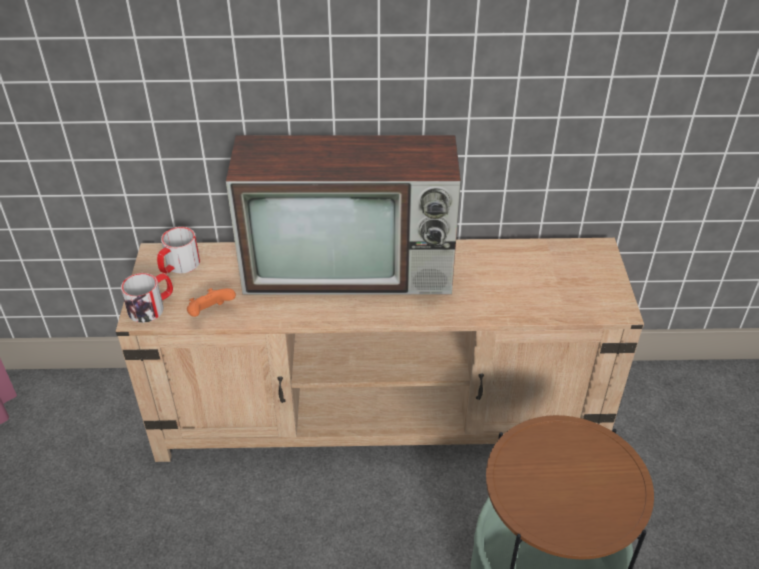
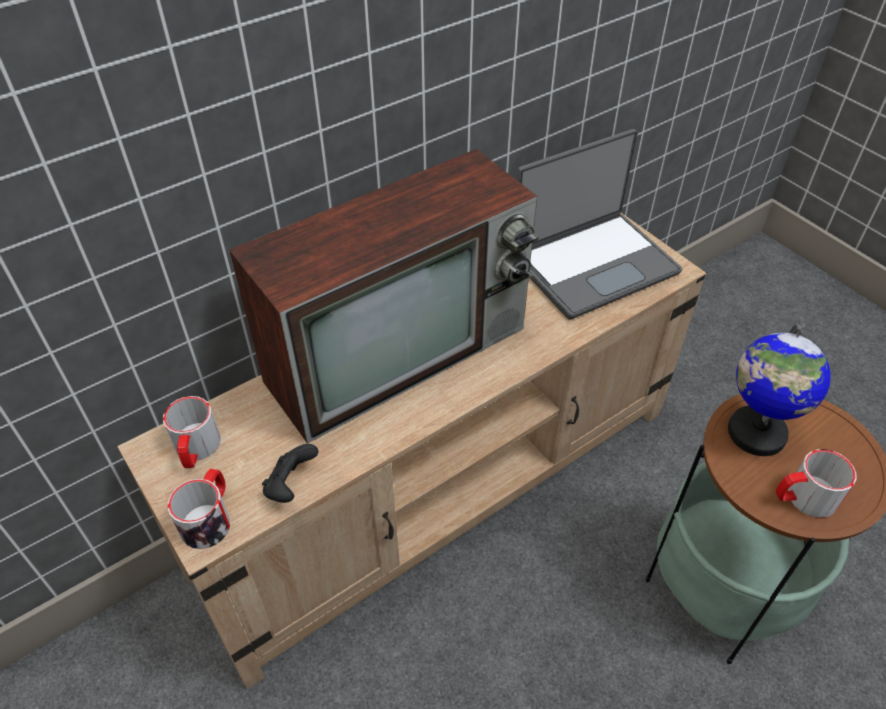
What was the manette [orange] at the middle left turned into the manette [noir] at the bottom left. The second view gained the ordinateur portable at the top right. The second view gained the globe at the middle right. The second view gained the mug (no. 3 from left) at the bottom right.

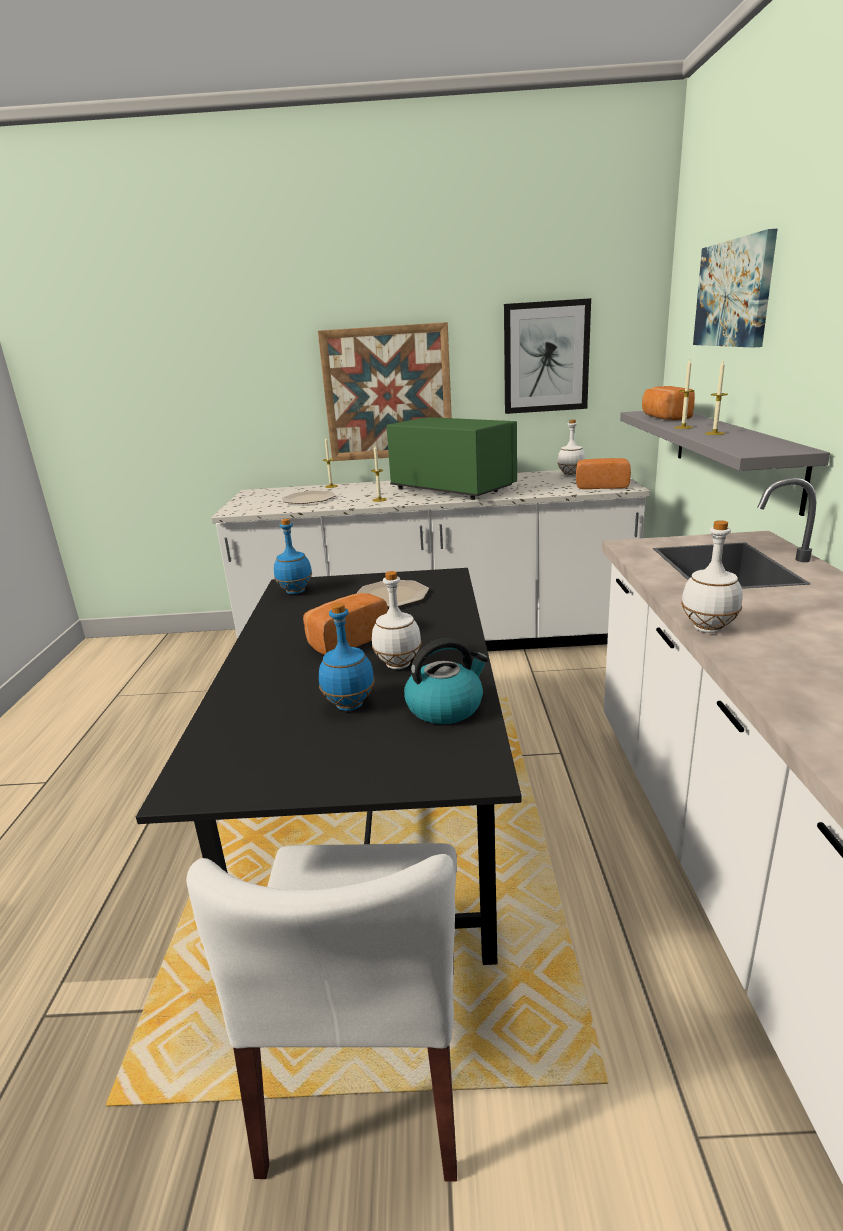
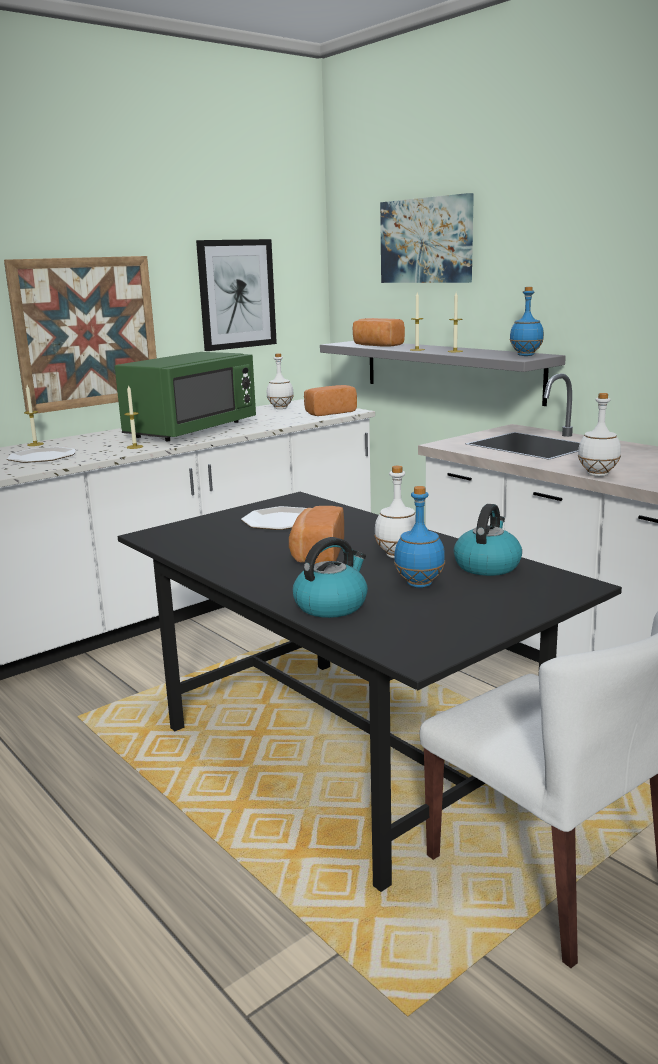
The micro-ondes [vert] at the centre ended up facing another way, 120 degrees clockwise from before. The second view gained the bouilloire (no. 1 from left) at the centre. The bouteille [bleu] (no. 1 from left in the first image) ended up elsewhere, having gone from the centre to the top right.

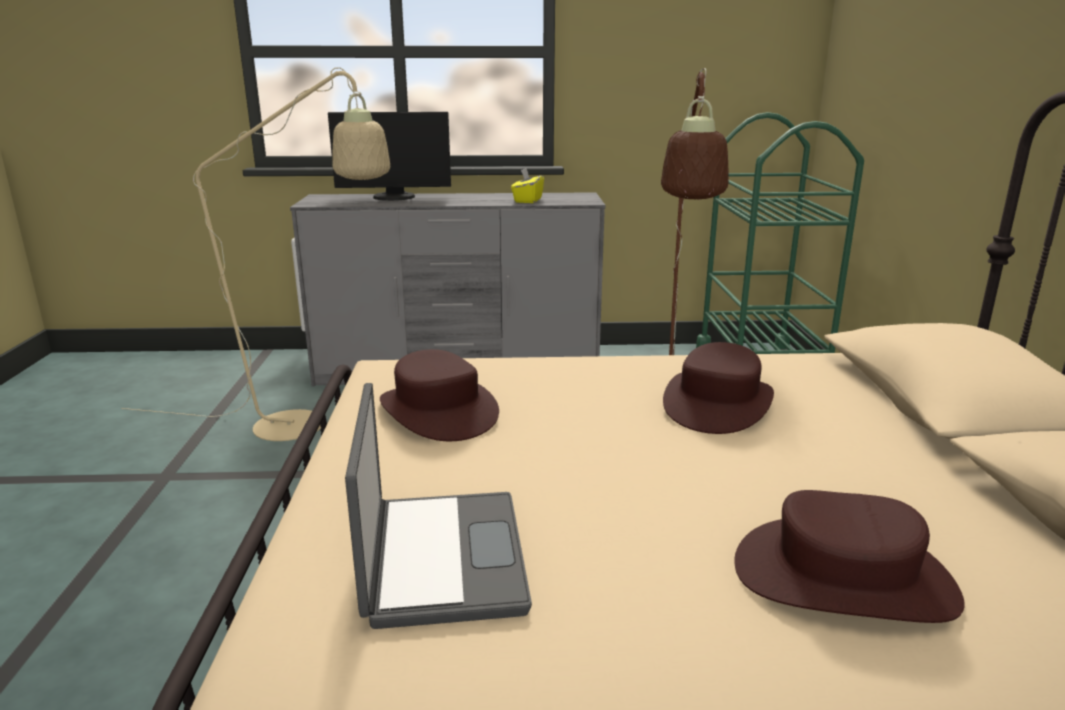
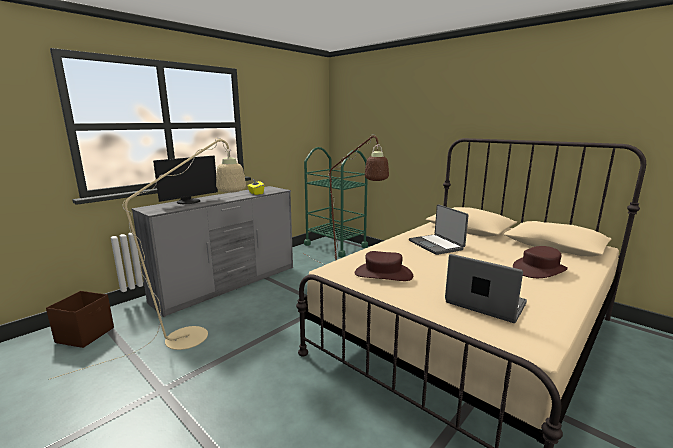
The second view gained the boîte de rangement [marron] at the bottom left. Where the chapeau [marron] (no. 2 from left) stood at the middle right, the ordinateur portable (no. 1 from left) came to stand at the centre.

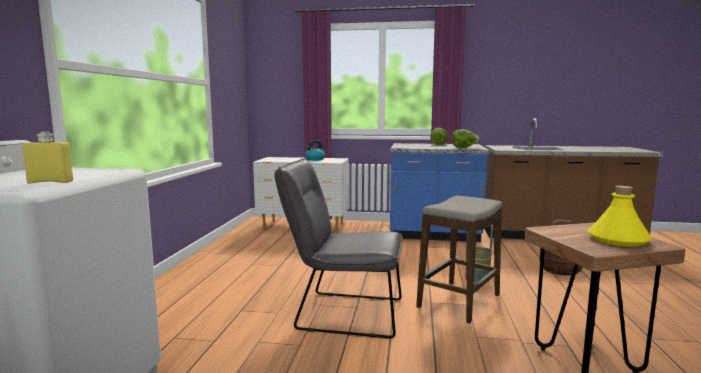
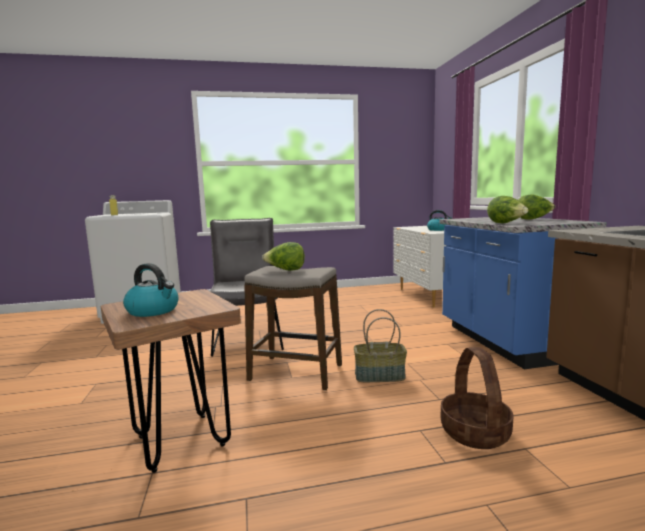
Where the bouteille [jaune] (no. 2 from left) stood at the middle right, the bouilloire (no. 1 from left) came to stand at the middle left. The second view gained the laitue (no. 1 from left) at the centre.

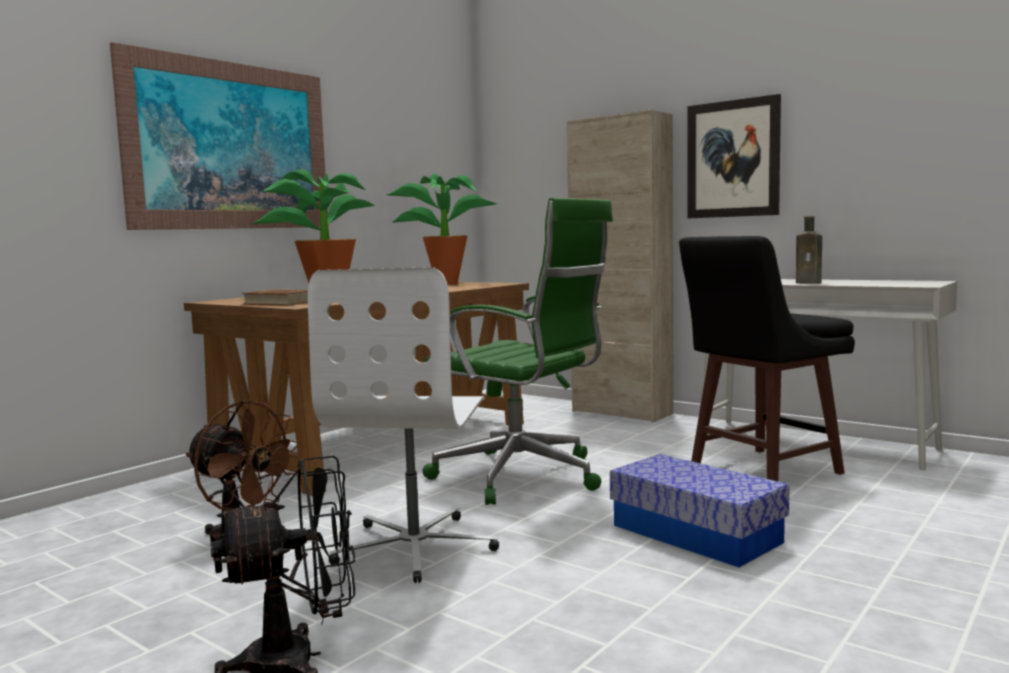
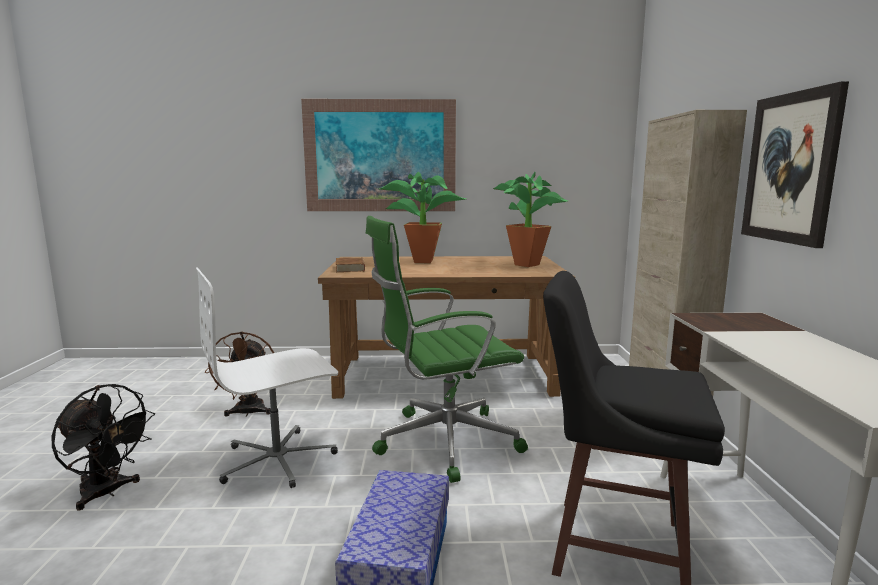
The chaise de bureau [vert] at the centre ended up facing another way, 75 degrees clockwise from before. The second view lost the bouteille [marron] at the middle right.

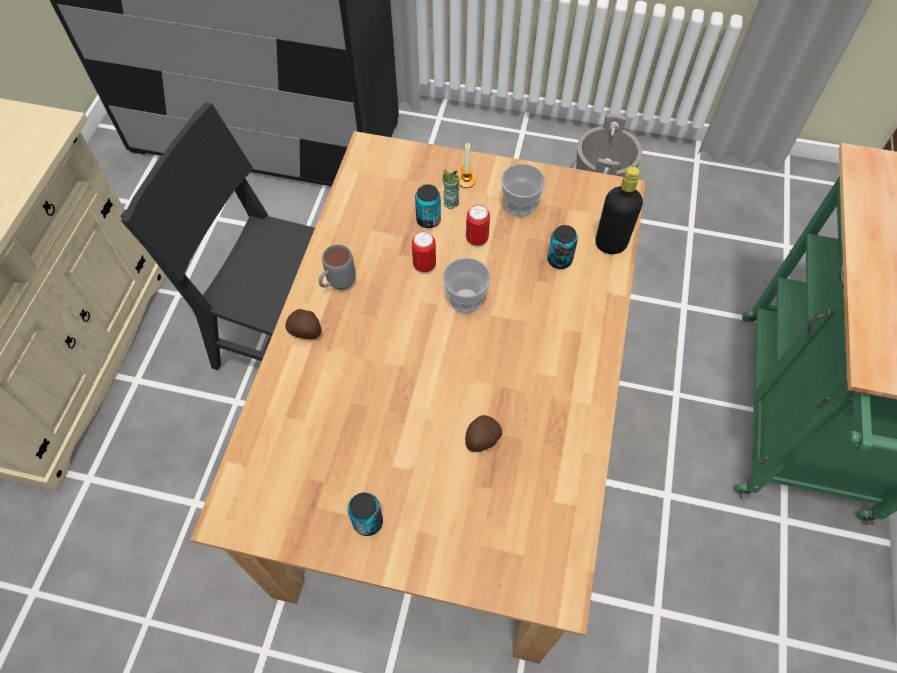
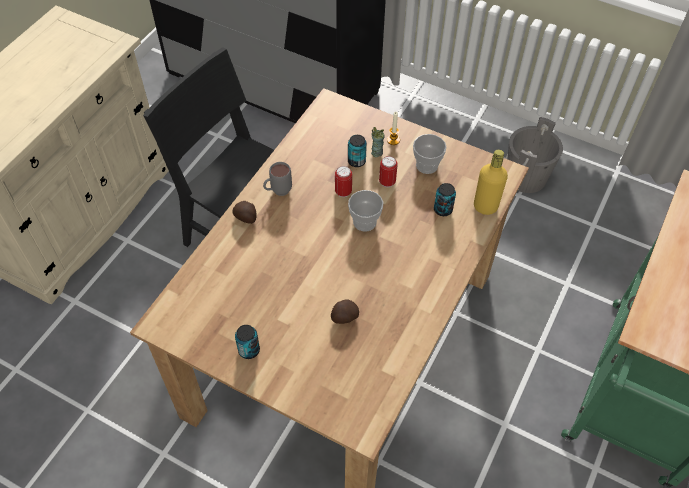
What was the bouteille [noir] at the top right turned into the bouteille [jaune] at the middle right.

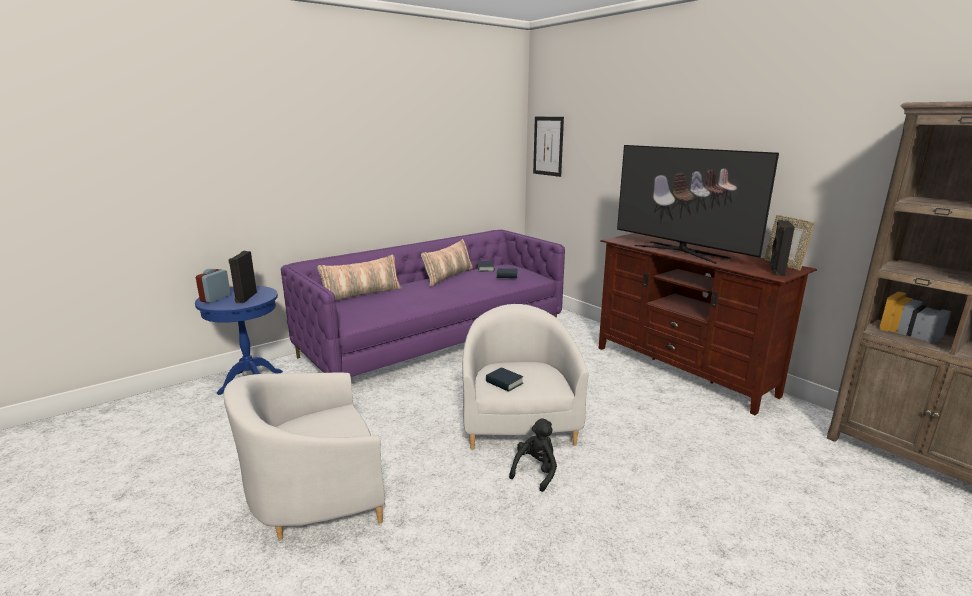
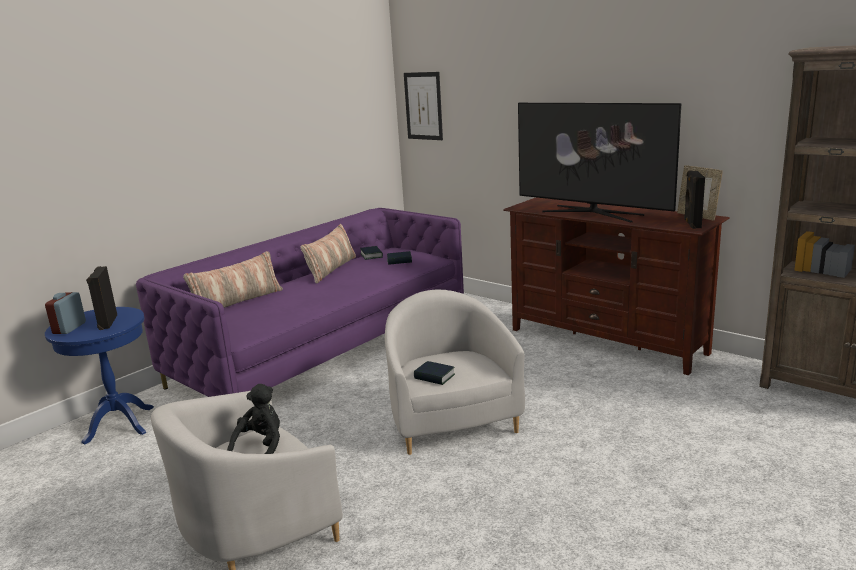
The peluche [noir] ended up elsewhere, having gone from the bottom centre to the bottom left.

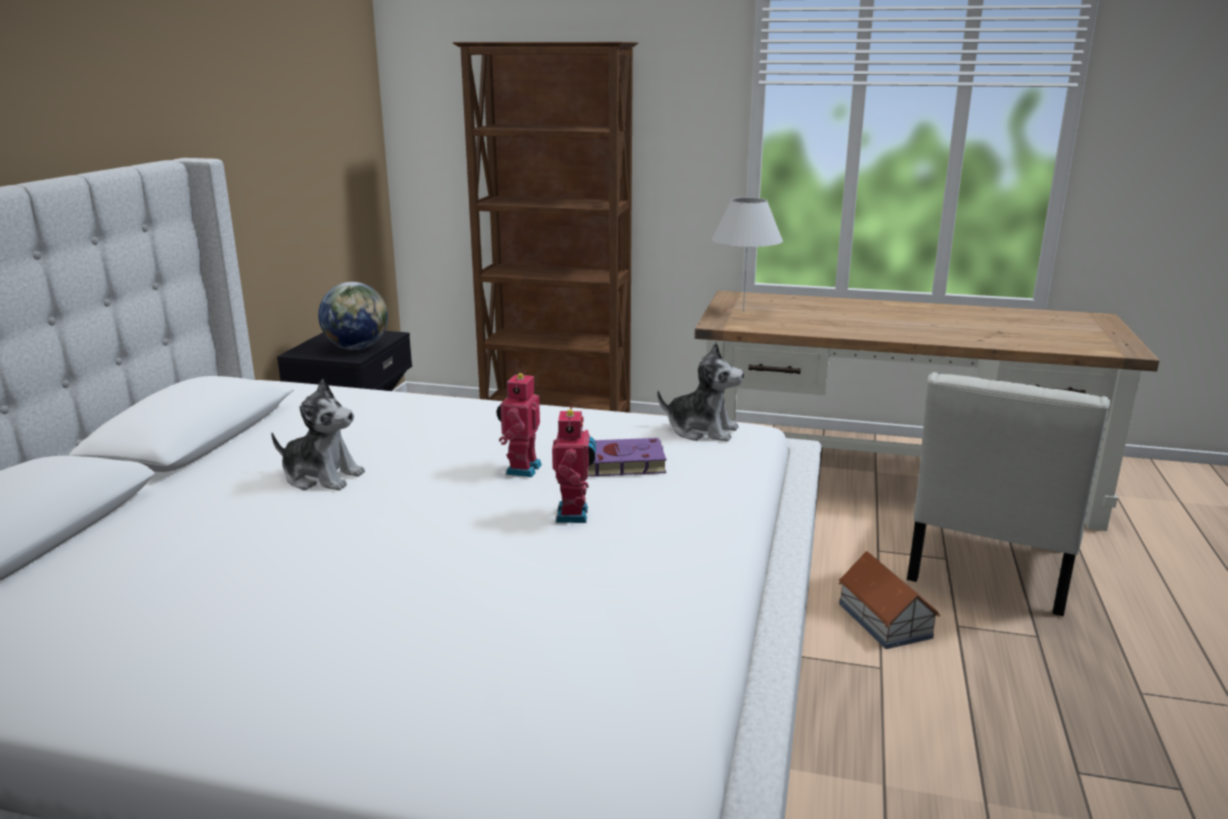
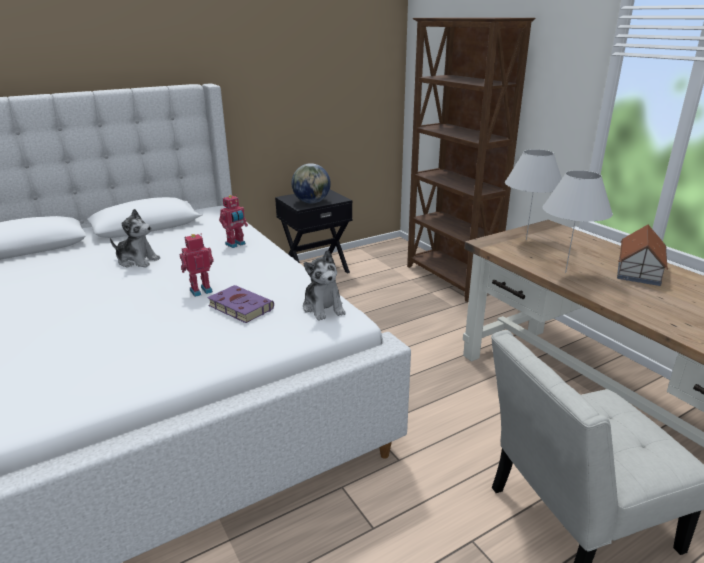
The peluche (no. 1 from left) at the middle left ended up facing another way, 45 degrees counterclockwise from before. The robot jouet (no. 2 from left) ended up elsewhere, having gone from the centre to the middle left. The second view gained the lampe de table [blanc] (no. 2 from left) at the middle right. The maison miniature ended up elsewhere, having gone from the bottom right to the middle right.

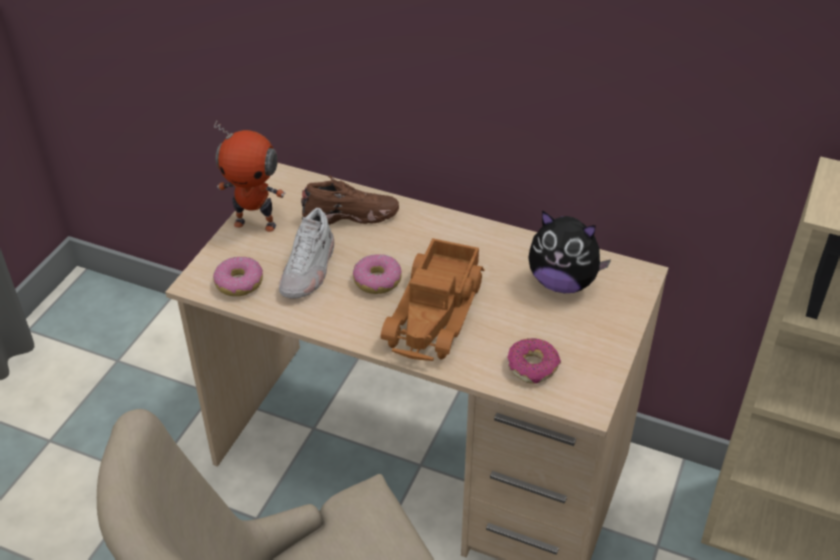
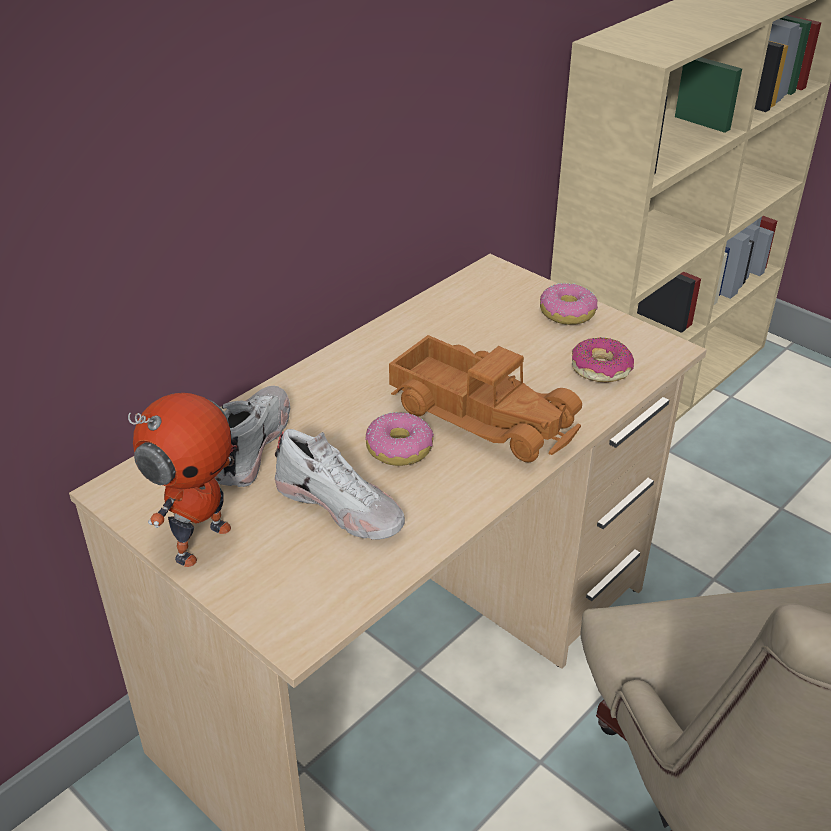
What was the chaussure [marron] at the centre turned into the chaussure [blanc] (no. 1 from left) at the middle left. The beignet (no. 1 from left in the first image) ended up elsewhere, having gone from the middle left to the middle right. The second view lost the peluche at the middle right.

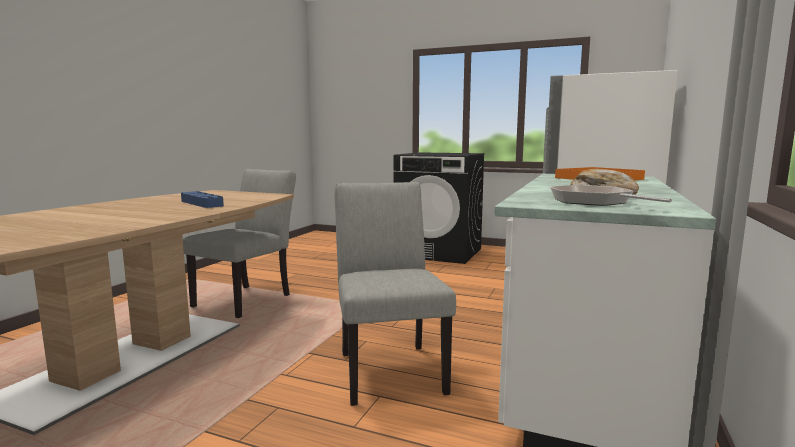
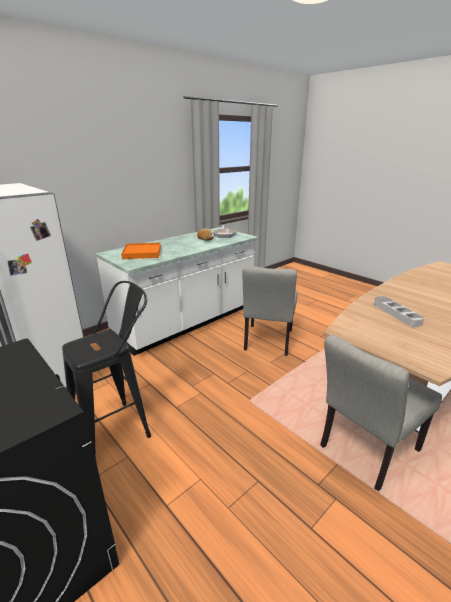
The second view gained the tabouret [noir] at the middle left. What was the plateau [bleu] at the middle left turned into the plateau [gris] at the middle right.

